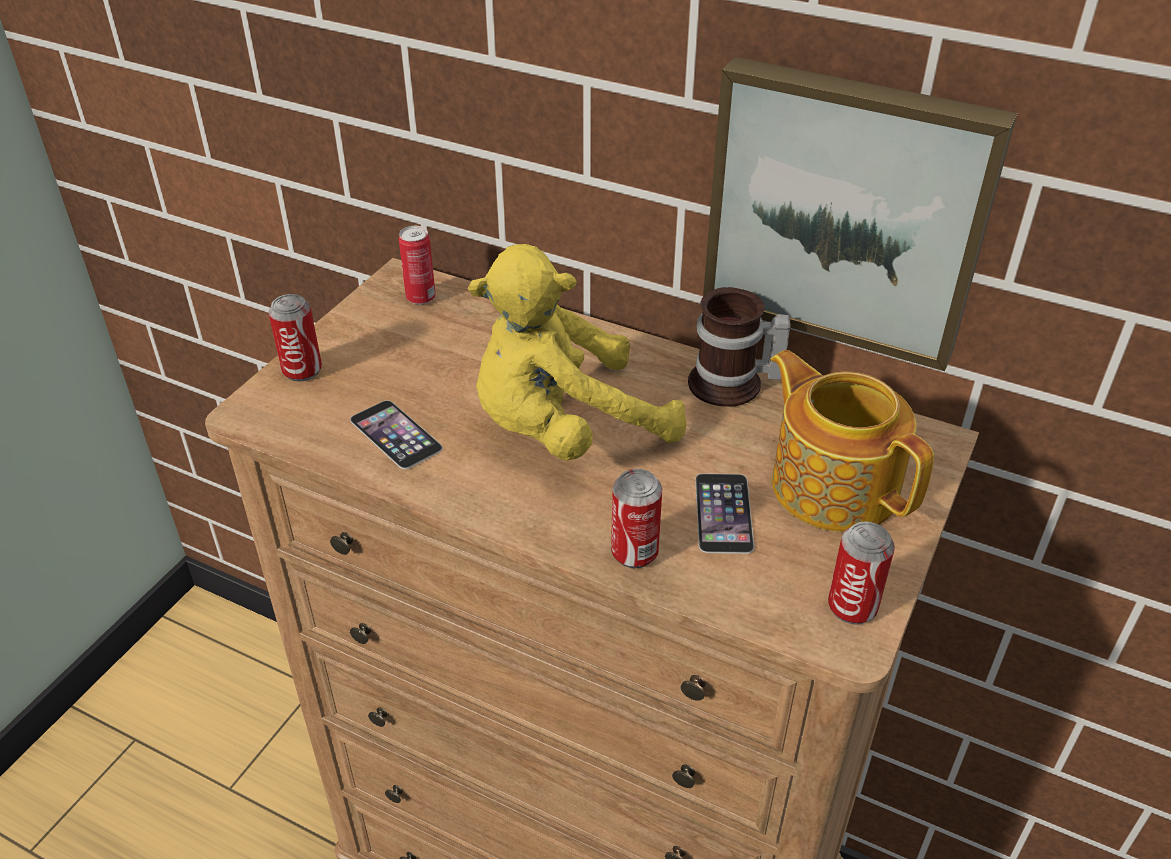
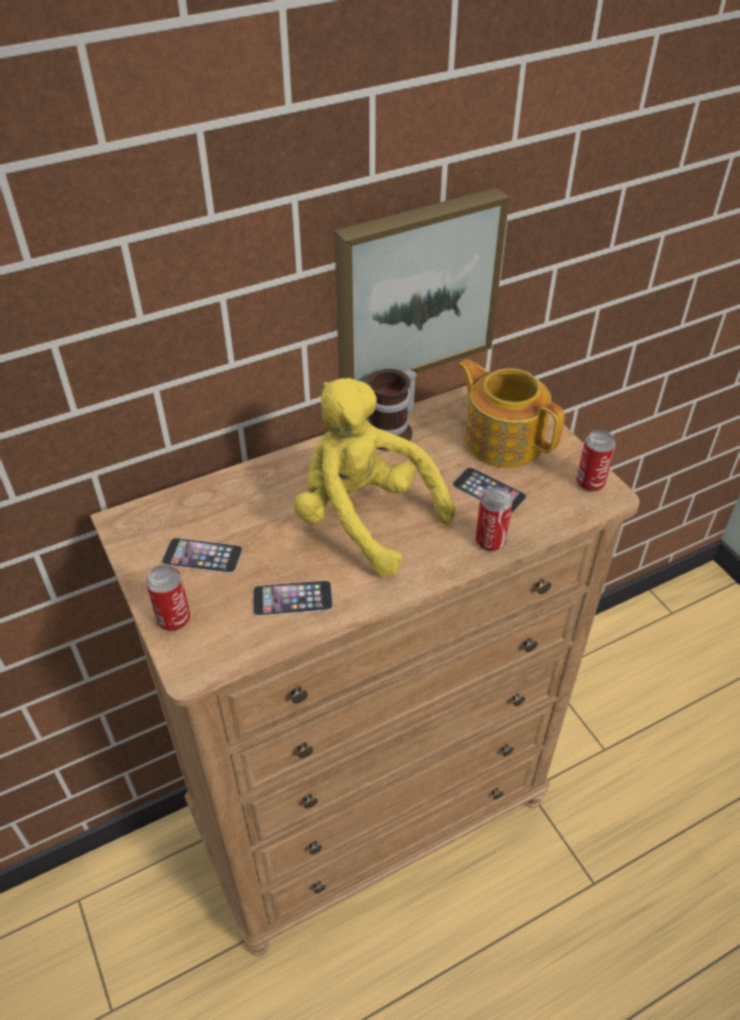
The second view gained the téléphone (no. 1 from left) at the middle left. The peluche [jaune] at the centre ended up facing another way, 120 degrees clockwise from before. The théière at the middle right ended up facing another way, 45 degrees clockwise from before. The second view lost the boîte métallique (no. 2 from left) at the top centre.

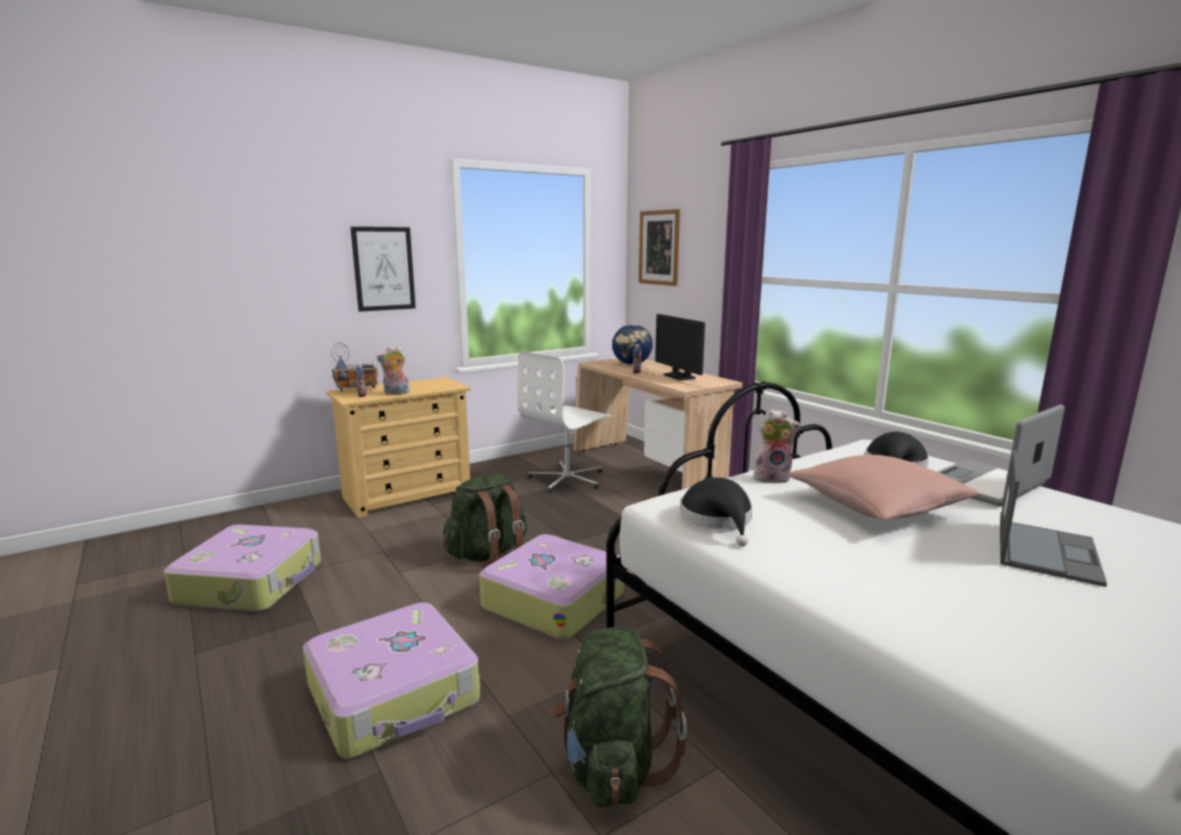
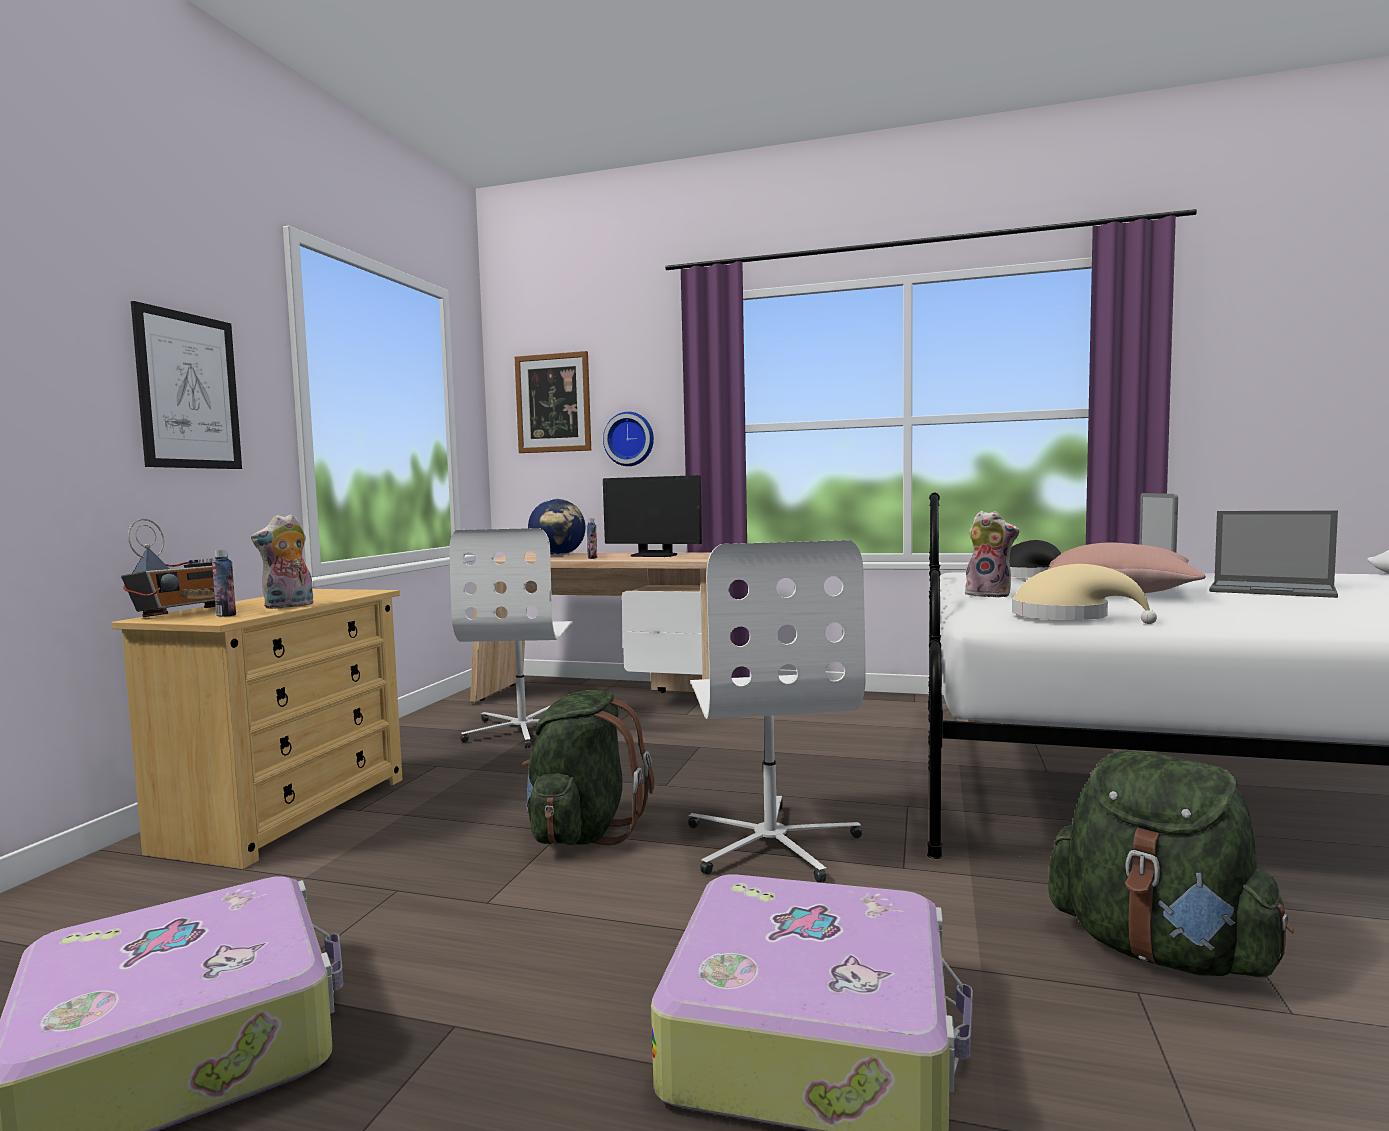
The second view gained the horloge murale at the centre. Where the valise (no. 3 from left) stood at the bottom centre, the chaise de bureau [blanc] (no. 2 from left) came to stand at the centre. The peluche (no. 2 from left) at the centre ended up facing another way, 75 degrees clockwise from before. What was the chapeau [noir] (no. 1 from left) at the centre turned into the chapeau [beige] at the middle right. The ordinateur portable (no. 2 from left) at the middle right ended up facing another way, 135 degrees clockwise from before.

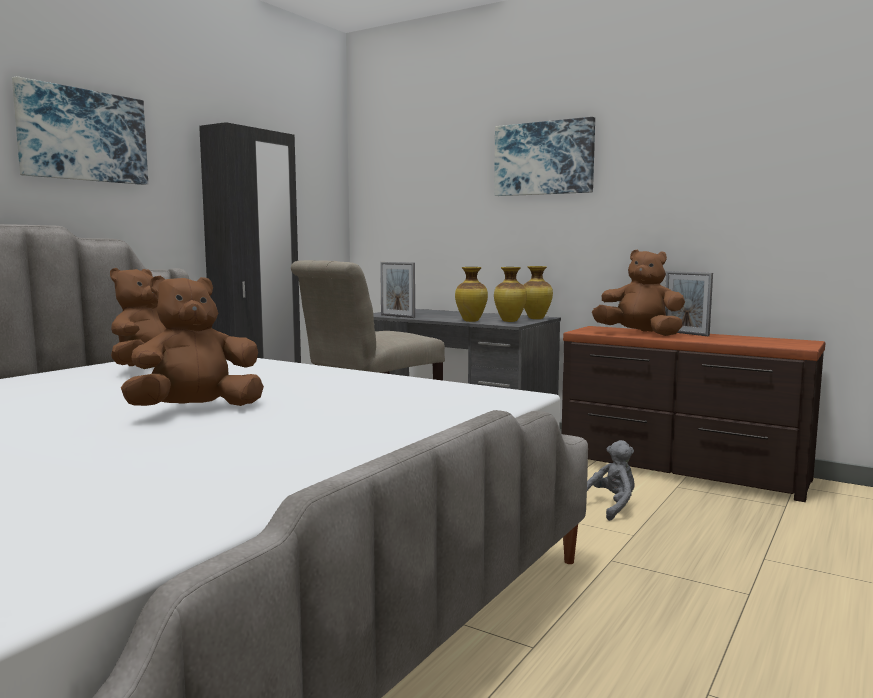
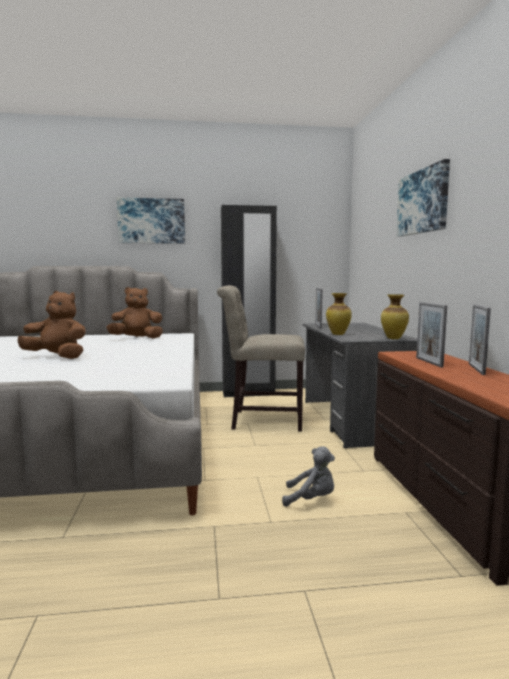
Where the peluche [marron] (no. 3 from left) stood at the middle right, the cadre photo (no. 2 from left) came to stand at the middle right. The second view lost the vase (no. 2 from left) at the centre.

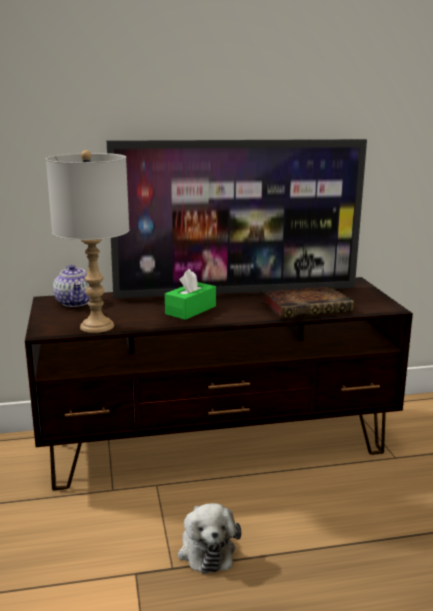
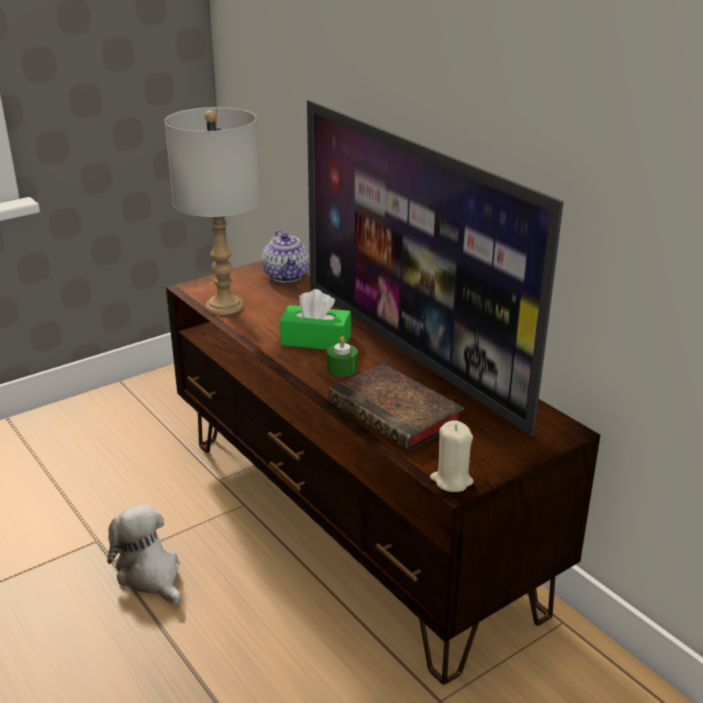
The peluche at the bottom centre ended up facing another way, 90 degrees clockwise from before. The théière at the middle left ended up facing another way, 60 degrees counterclockwise from before. The second view gained the bougie [vert] at the centre. The second view gained the bougie [beige] at the centre.

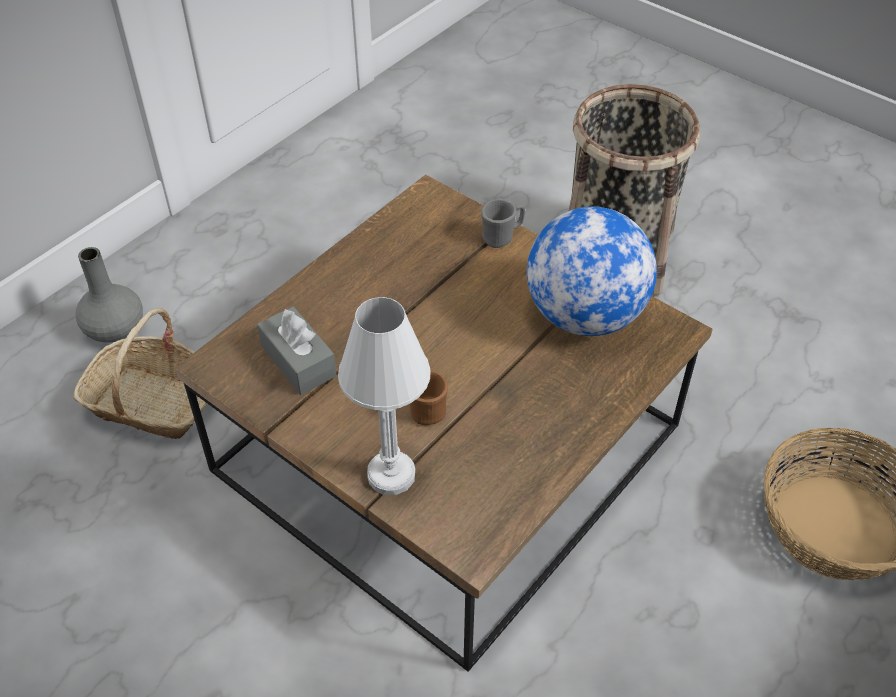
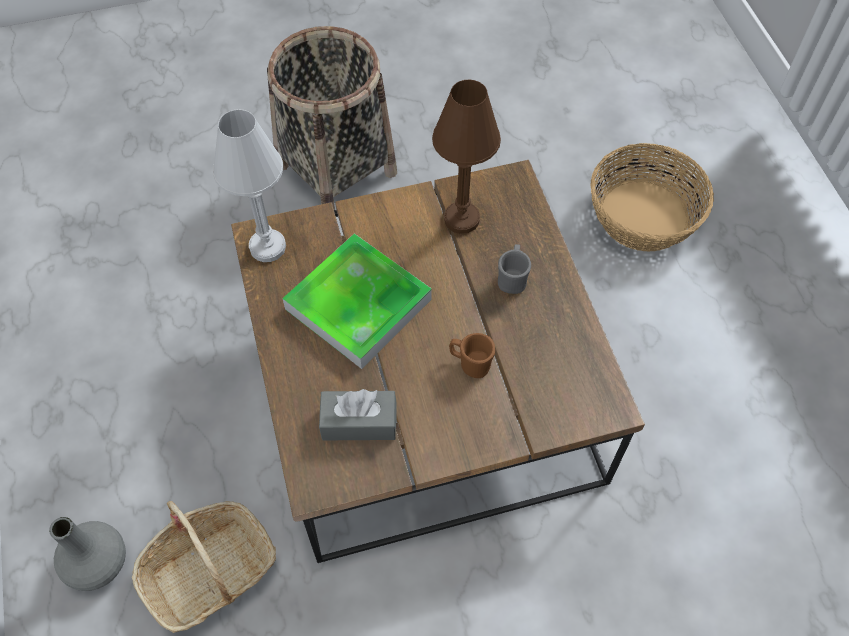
The lampe de table [blanc] ended up elsewhere, having gone from the centre to the top left. The second view gained the plateau at the centre. Where the globe stood at the centre, the lampe de table [marron] came to stand at the top centre. The mug [gris] ended up elsewhere, having gone from the top centre to the centre.

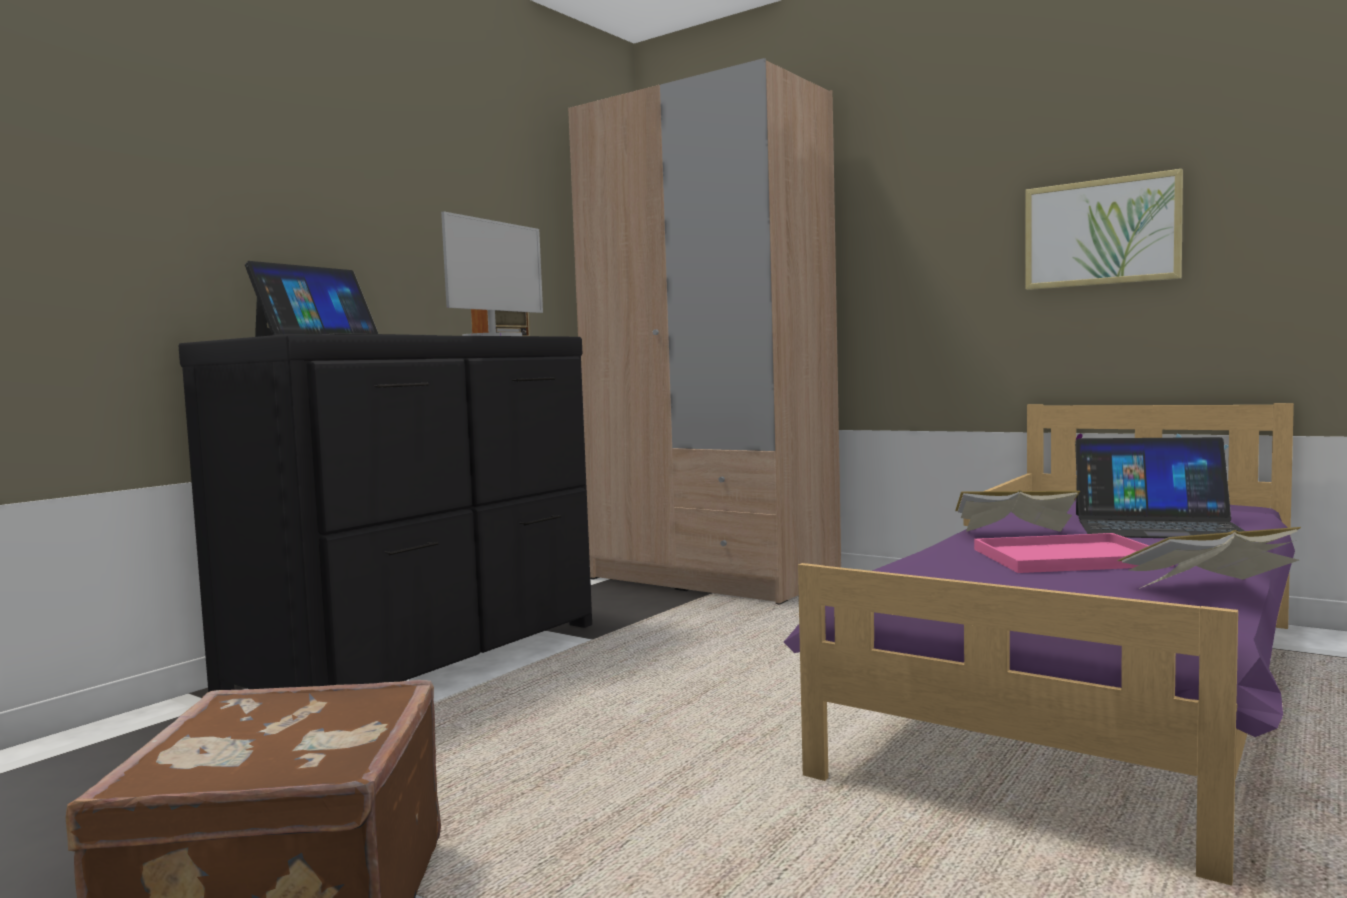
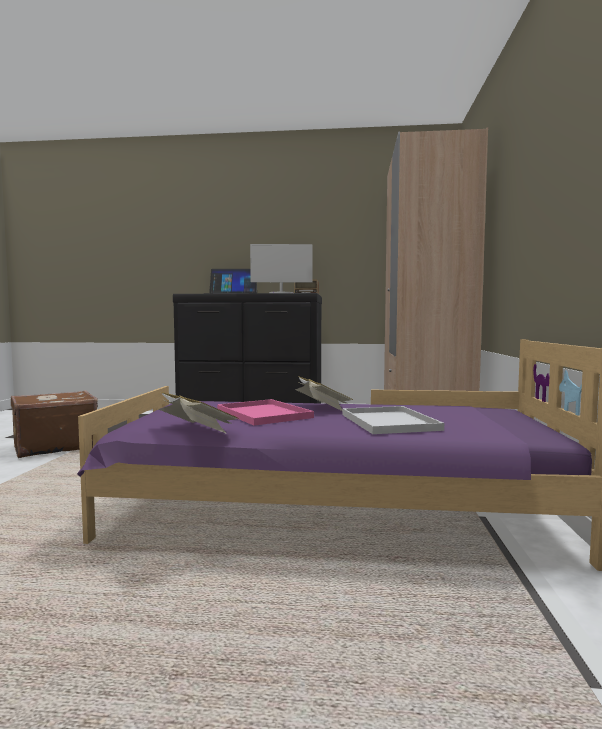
Where the ordinateur portable (no. 2 from left) stood at the middle right, the plateau [blanc] came to stand at the centre. The second view lost the tableau at the top right.

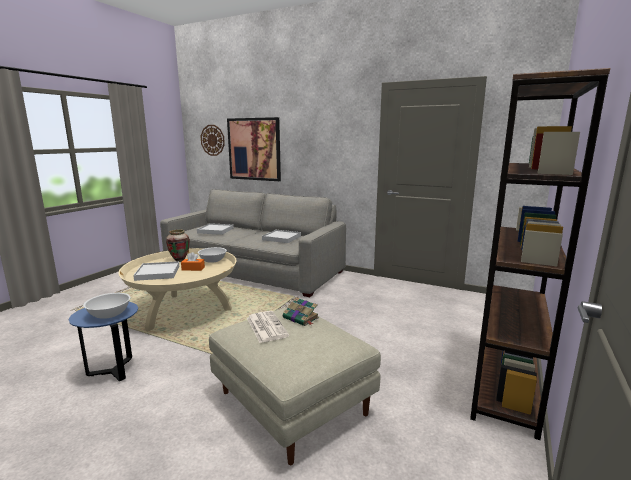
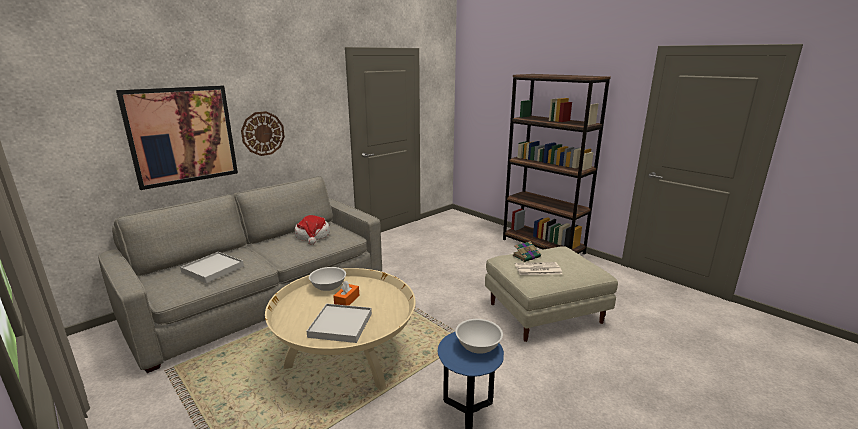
The horloge murale ended up elsewhere, having gone from the top centre to the top left. Where the plateau [blanc] (no. 3 from left) stood at the centre, the chapeau came to stand at the centre. The second view lost the vase at the middle left.

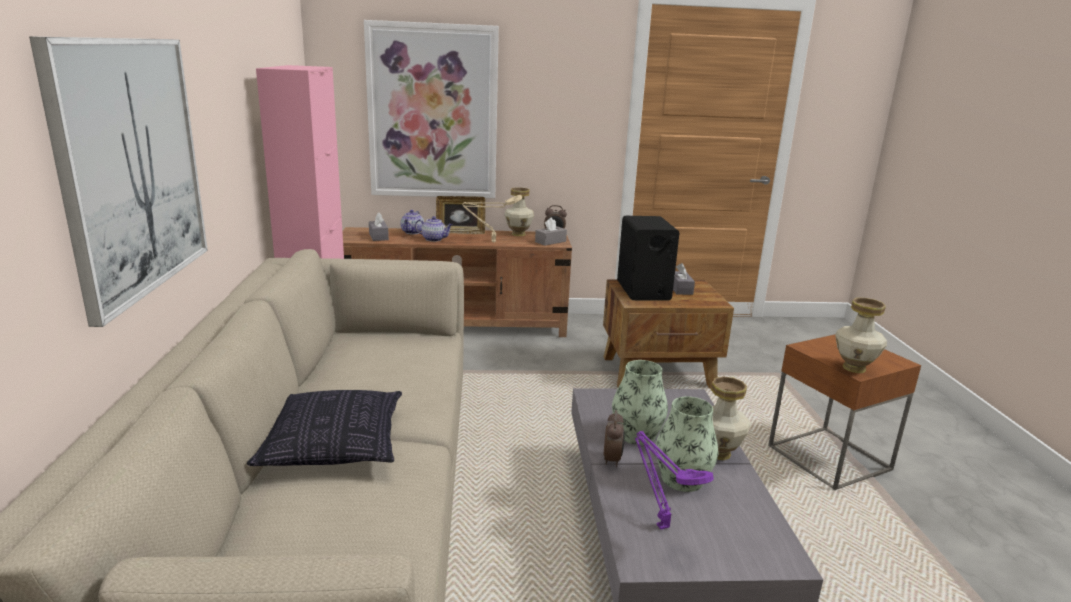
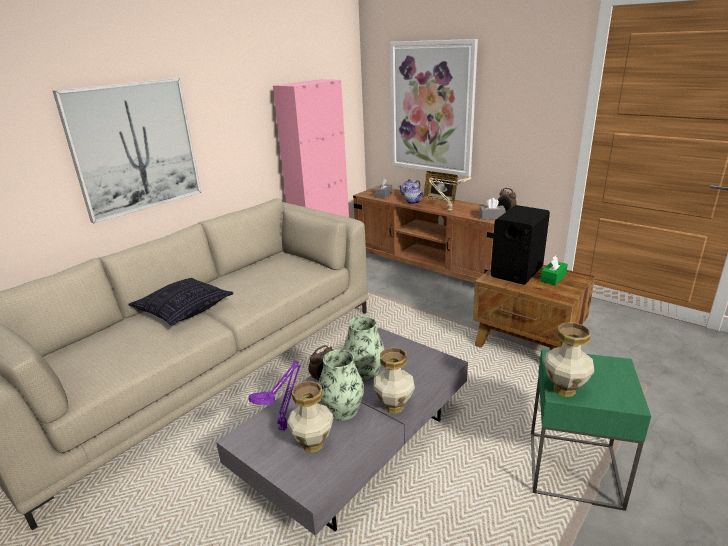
The vase (no. 1 from left) ended up elsewhere, having gone from the centre to the bottom centre. What was the table d'appoint [marron] (no. 2 from left) at the bottom right turned into the table d'appoint [vert] at the bottom right. What was the boîte à mouchoirs [gris] (no. 3 from left) at the centre turned into the boîte à mouchoirs [vert] at the middle right.

